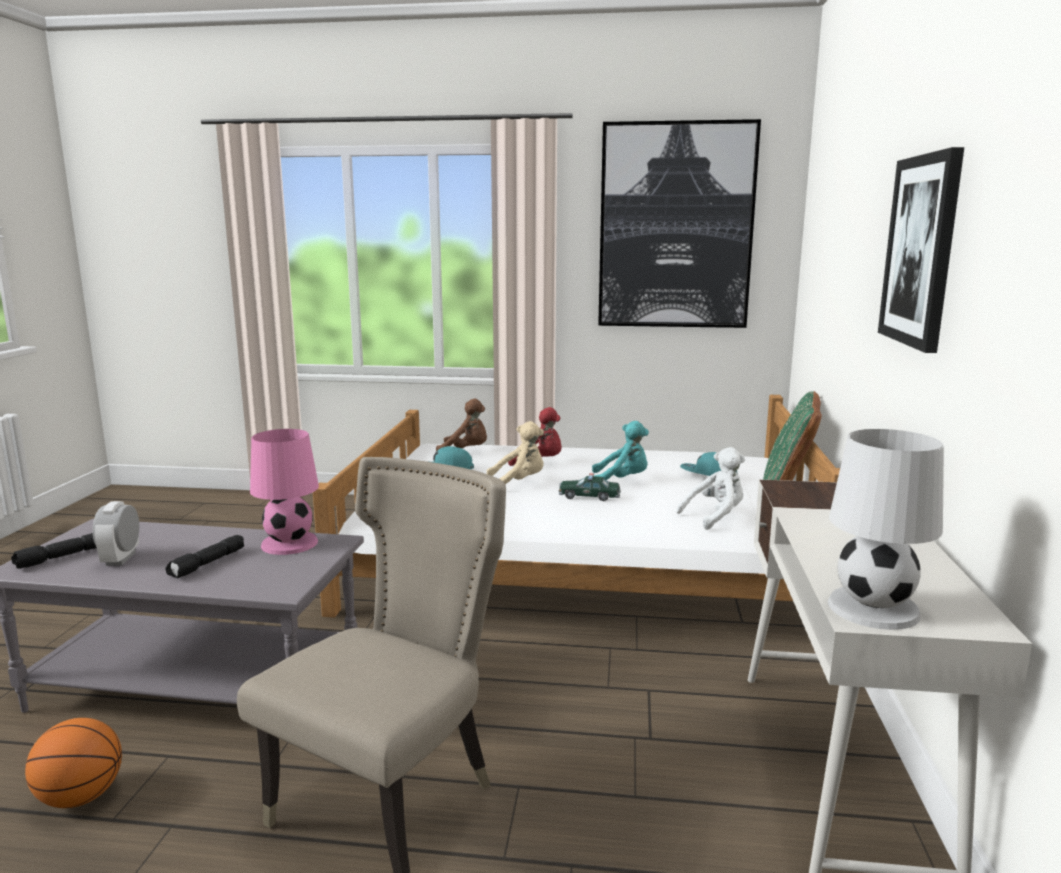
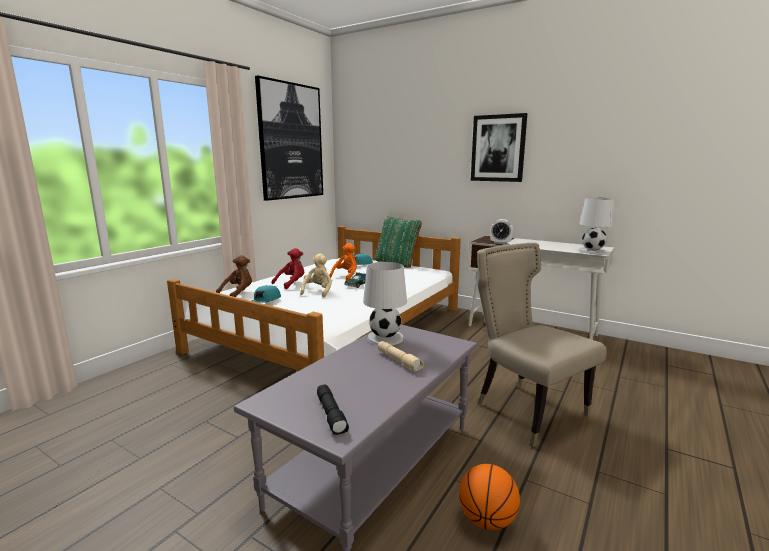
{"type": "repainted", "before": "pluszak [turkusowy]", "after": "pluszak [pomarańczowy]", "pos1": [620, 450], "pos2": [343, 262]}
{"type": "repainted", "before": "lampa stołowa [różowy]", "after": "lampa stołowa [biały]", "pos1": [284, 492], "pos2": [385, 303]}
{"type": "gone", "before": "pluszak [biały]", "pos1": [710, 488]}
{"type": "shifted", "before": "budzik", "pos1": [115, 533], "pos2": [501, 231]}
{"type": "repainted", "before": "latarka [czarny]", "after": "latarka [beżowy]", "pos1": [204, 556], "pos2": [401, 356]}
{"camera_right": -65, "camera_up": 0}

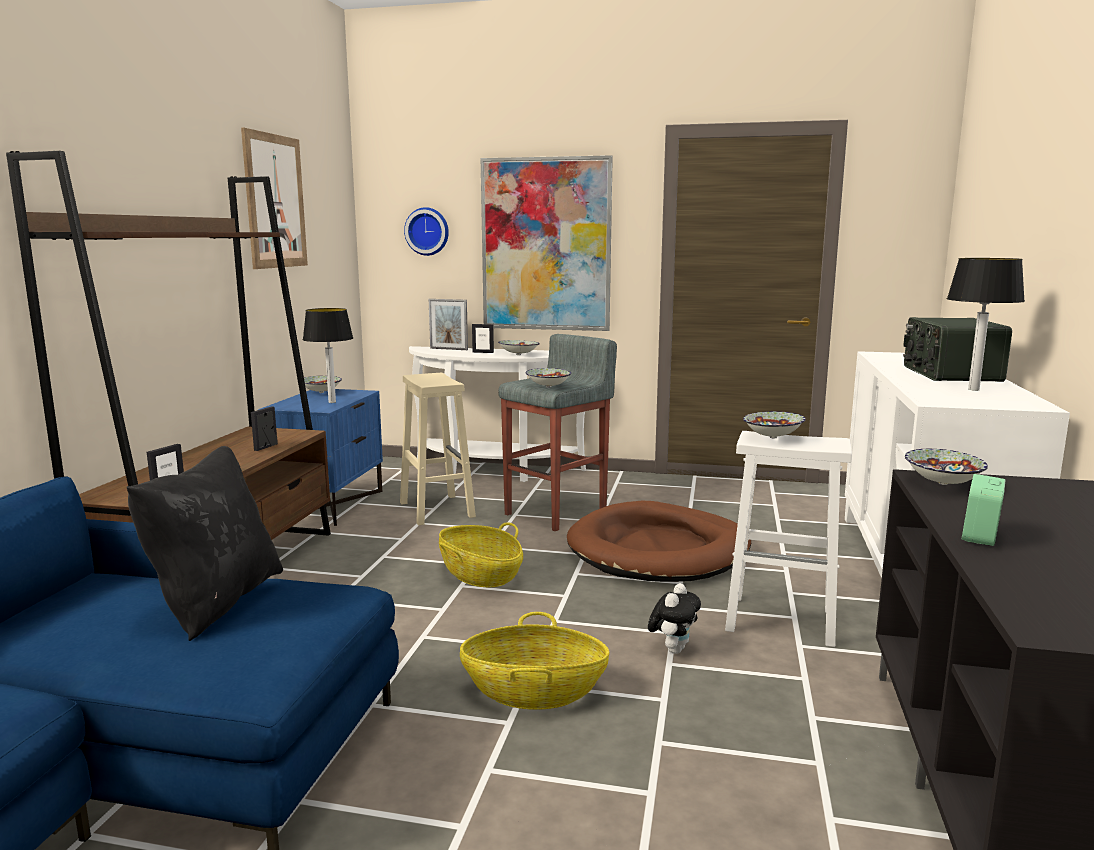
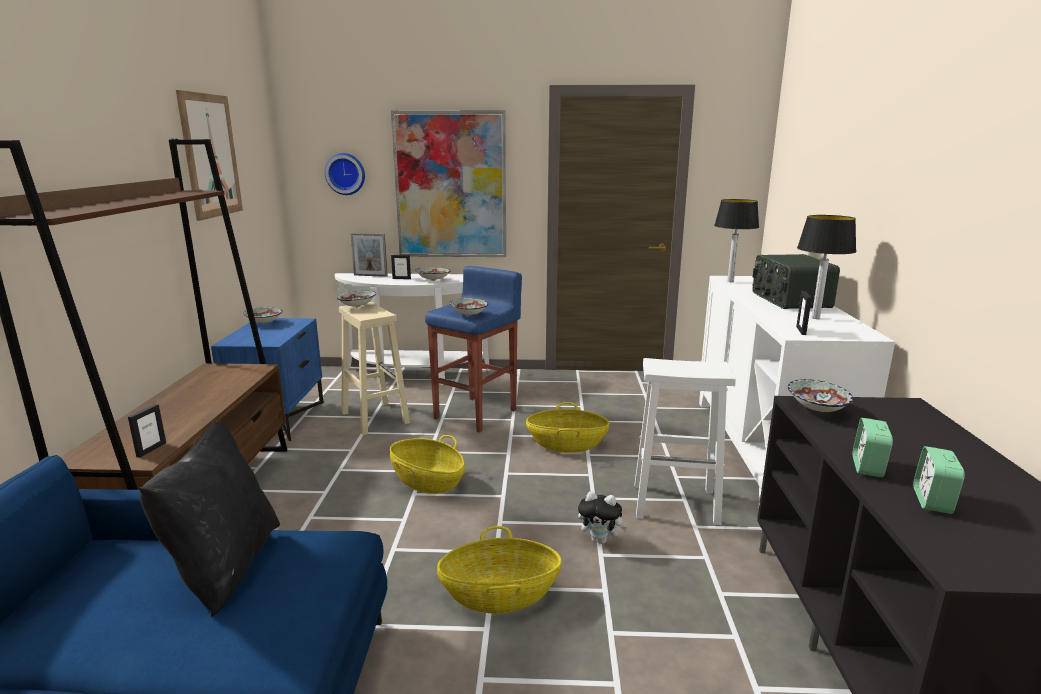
{"type": "shifted", "before": "lampa stołowa", "pos1": [328, 355], "pos2": [736, 240]}
{"type": "repainted", "before": "stołek [szary]", "after": "stołek [niebieski]", "pos1": [557, 432], "pos2": [473, 349]}
{"type": "shifted", "before": "ramka na zdjęcie", "pos1": [264, 428], "pos2": [804, 313]}
{"type": "shifted", "before": "miska", "pos1": [774, 424], "pos2": [356, 299]}
{"type": "swapped", "before": "legowisko [brązowy]", "after": "koszyk", "pos1": [659, 541], "pos2": [567, 427]}
{"type": "rotated", "before": "pluszak", "pos1": [674, 618], "pos2": [603, 517], "turn": 90}
{"type": "new", "after": "budzik", "pos2": [939, 480]}
{"camera_right": -10, "camera_up": 5}

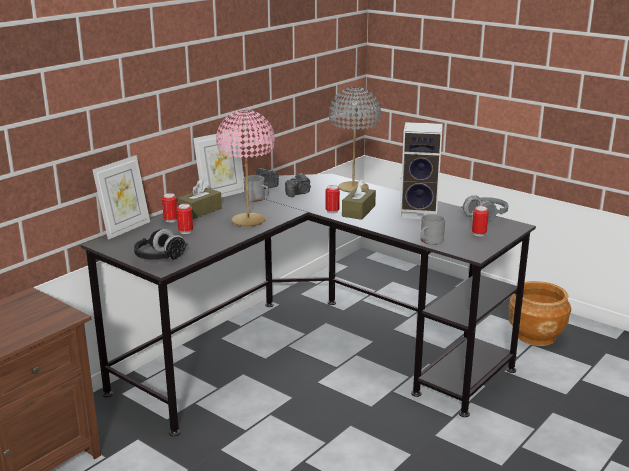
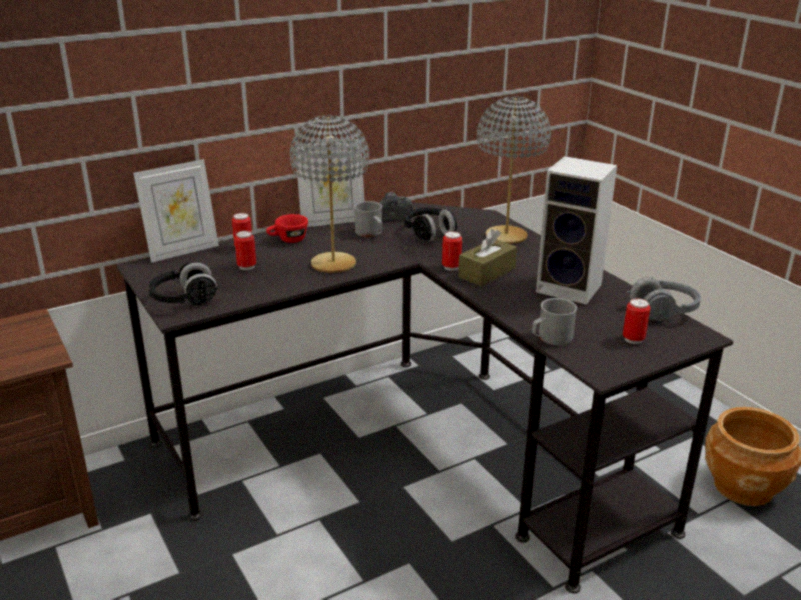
{"type": "repainted", "before": "lampa stołowa [różowy]", "after": "lampa stołowa [szary]", "pos1": [245, 168], "pos2": [329, 194]}
{"type": "swapped", "before": "aparat fotograficzny", "after": "słuchawki [czarny]", "pos1": [298, 185], "pos2": [430, 225]}
{"type": "swapped", "before": "pudełko chusteczek [brązowy]", "after": "filiżanka [czerwony]", "pos1": [199, 199], "pos2": [287, 228]}
{"camera_right": 20, "camera_up": 5}

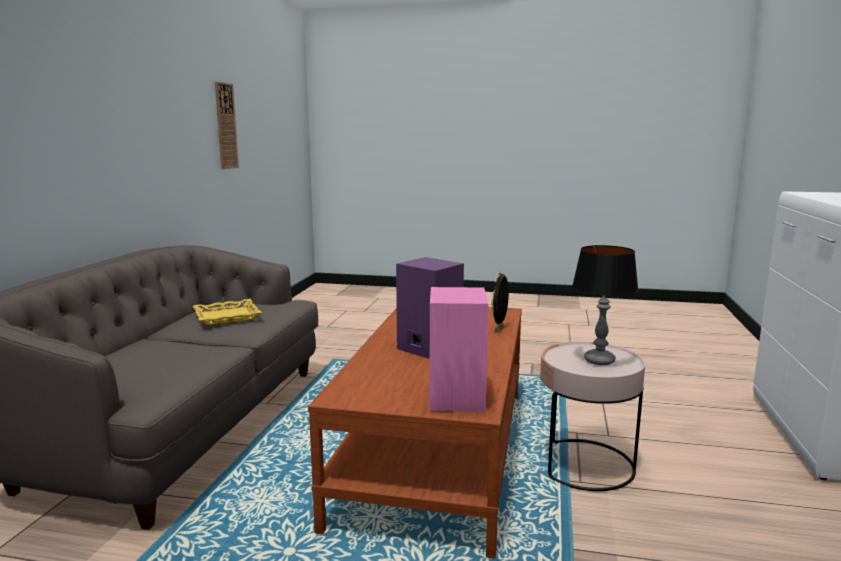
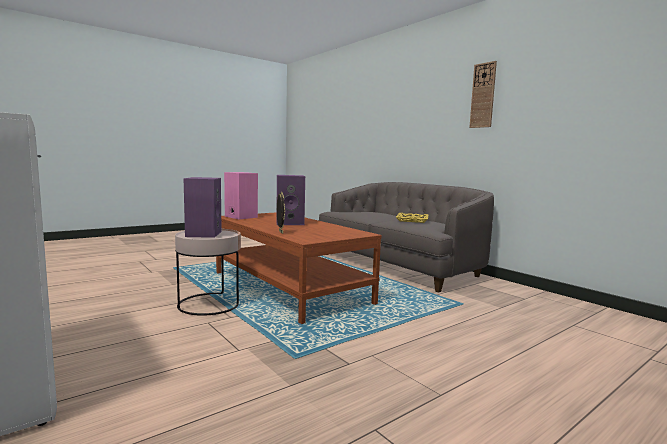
{"type": "shifted", "before": "zegar ścienny", "pos1": [227, 125], "pos2": [483, 94]}
{"type": "swapped", "before": "lampa stołowa", "after": "głośnik [fioletowy]", "pos1": [605, 305], "pos2": [202, 207]}
{"camera_right": 130, "camera_up": -5}

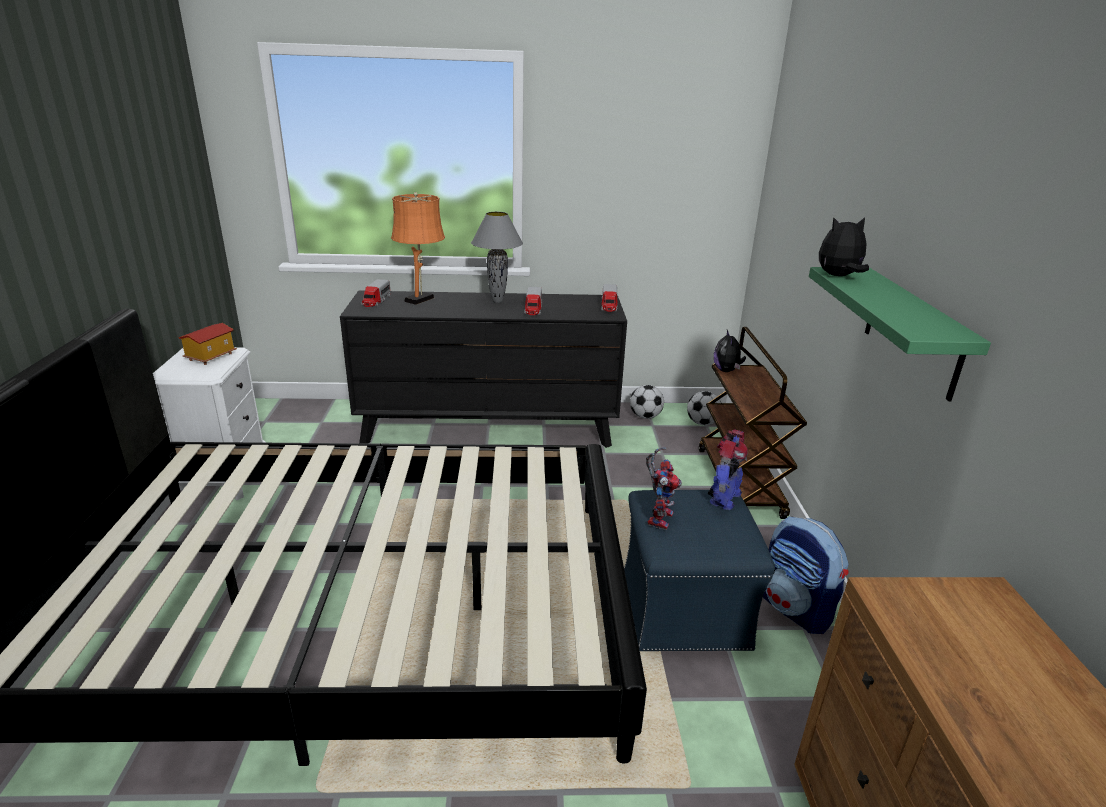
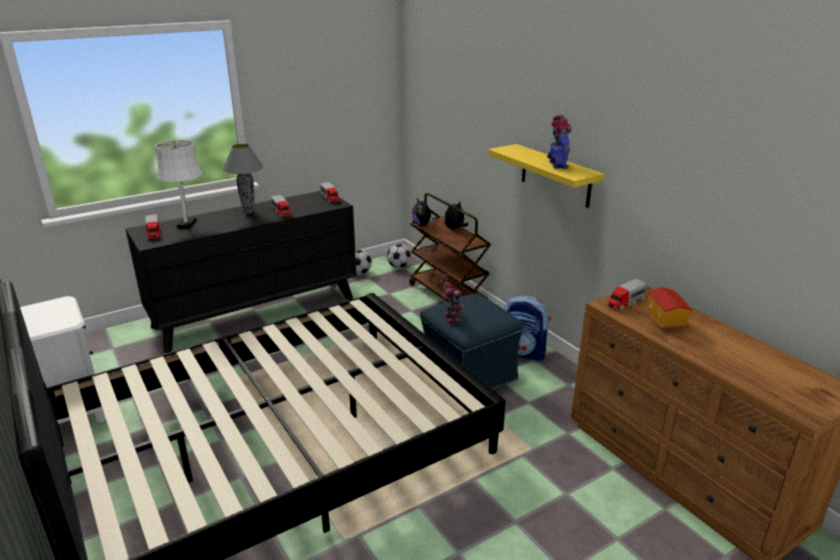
{"type": "repainted", "before": "lampa stołowa [pomarańczowy]", "after": "lampa stołowa [biały]", "pos1": [418, 248], "pos2": [178, 184]}
{"type": "shifted", "before": "pluszak", "pos1": [844, 246], "pos2": [456, 215]}
{"type": "repainted", "before": "półka [zielony]", "after": "półka [żółty]", "pos1": [900, 334], "pos2": [546, 176]}
{"type": "shifted", "before": "domek", "pos1": [207, 344], "pos2": [669, 309]}
{"type": "shifted", "before": "robot zabawkowy", "pos1": [728, 469], "pos2": [559, 142]}
{"type": "new", "after": "ciężarówka zabawkowa", "pos2": [627, 294]}
{"camera_right": -30, "camera_up": 0}

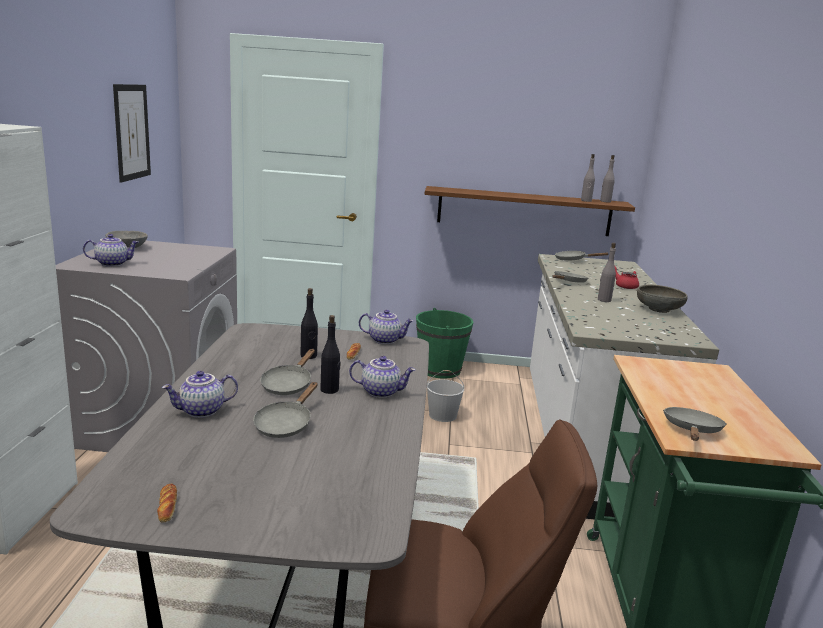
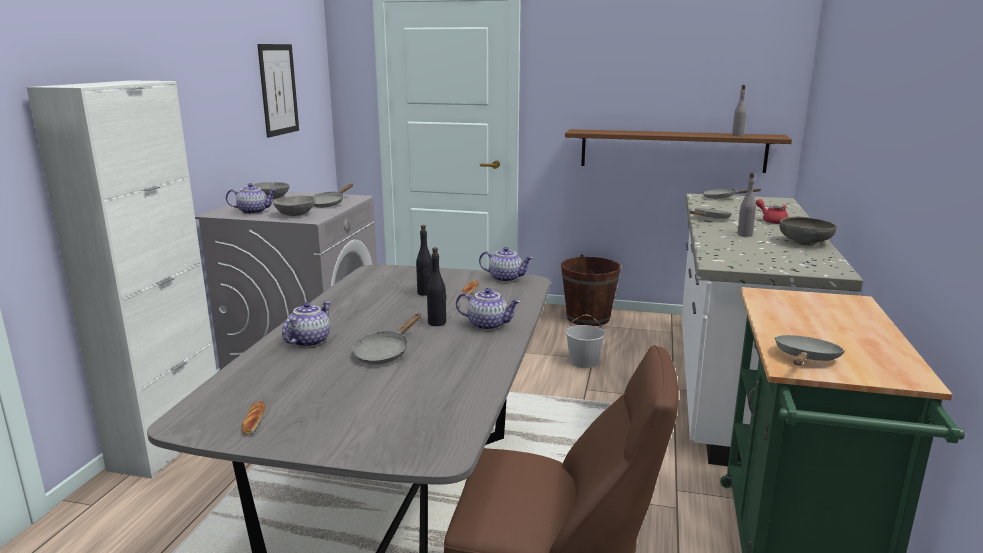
{"type": "gone", "before": "butelka [szary]", "pos1": [607, 178]}
{"type": "repainted", "before": "wiadro [zielony]", "after": "wiadro [brązowy]", "pos1": [445, 343], "pos2": [591, 290]}
{"type": "shifted", "before": "patelnia [szary]", "pos1": [287, 372], "pos2": [332, 196]}
{"type": "rotated", "before": "imbryk", "pos1": [200, 394], "pos2": [306, 324], "turn": 135}
{"type": "new", "after": "miska [szary]", "pos2": [294, 206]}
{"camera_right": 10, "camera_up": 0}

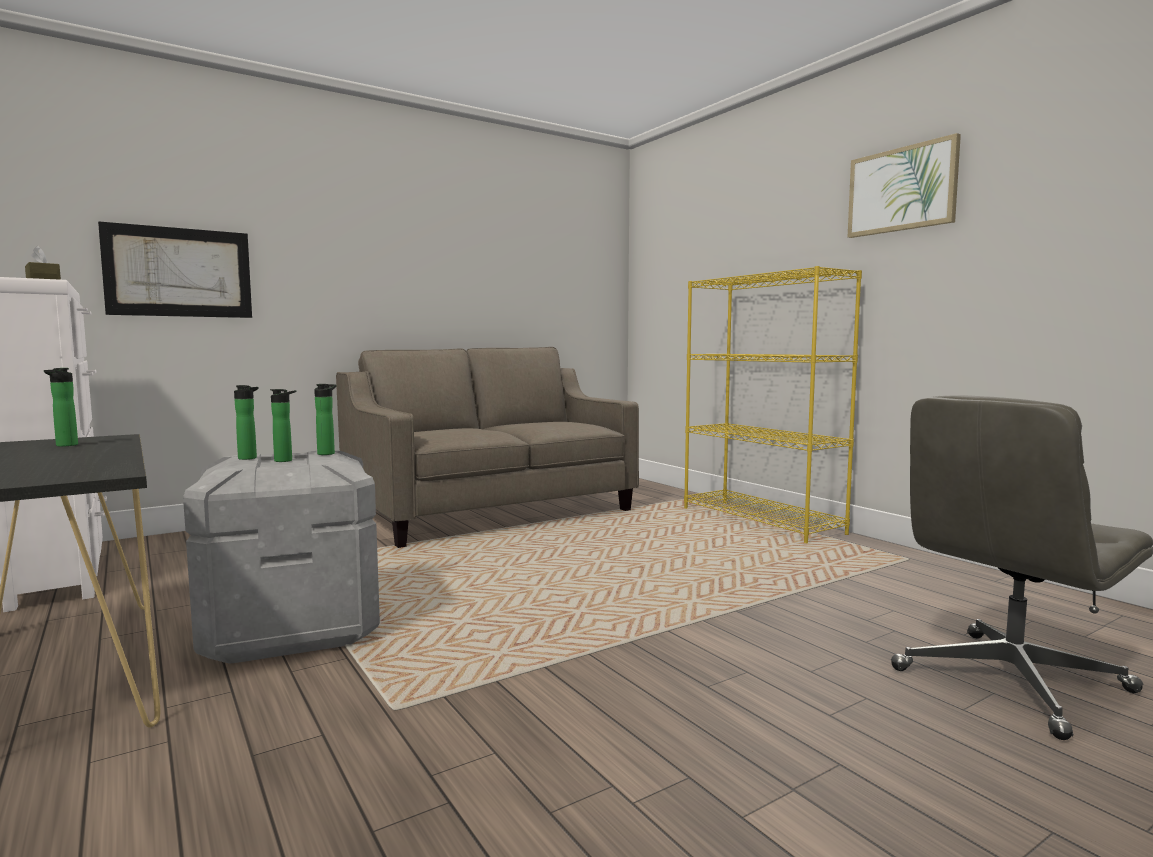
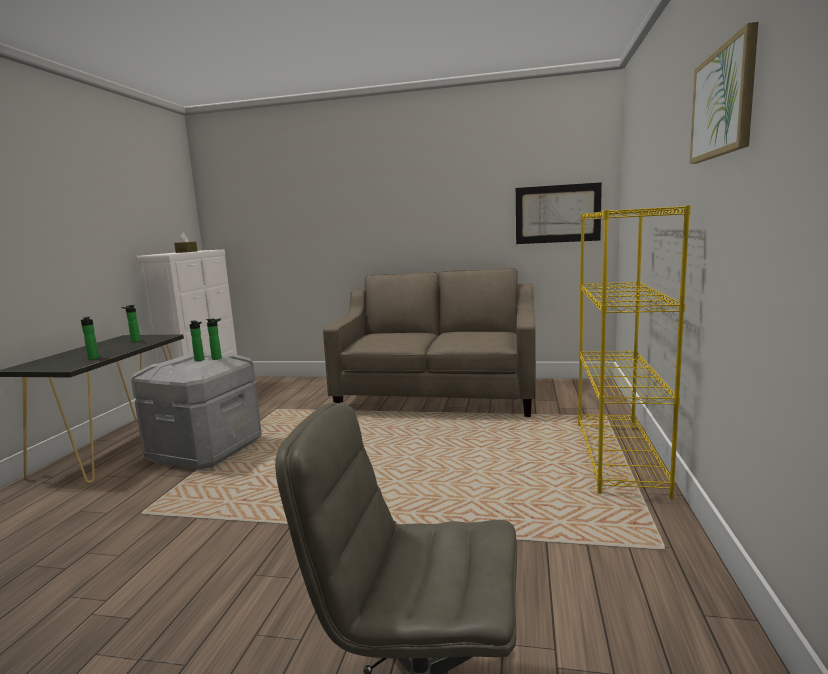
{"type": "shifted", "before": "obraz", "pos1": [175, 269], "pos2": [559, 213]}
{"type": "shifted", "before": "butelka", "pos1": [246, 422], "pos2": [90, 338]}
{"camera_right": 45, "camera_up": 5}

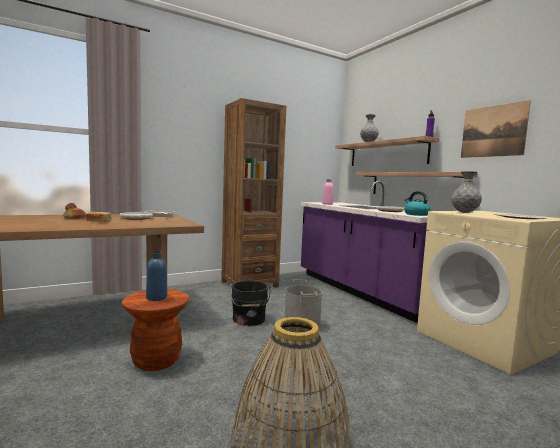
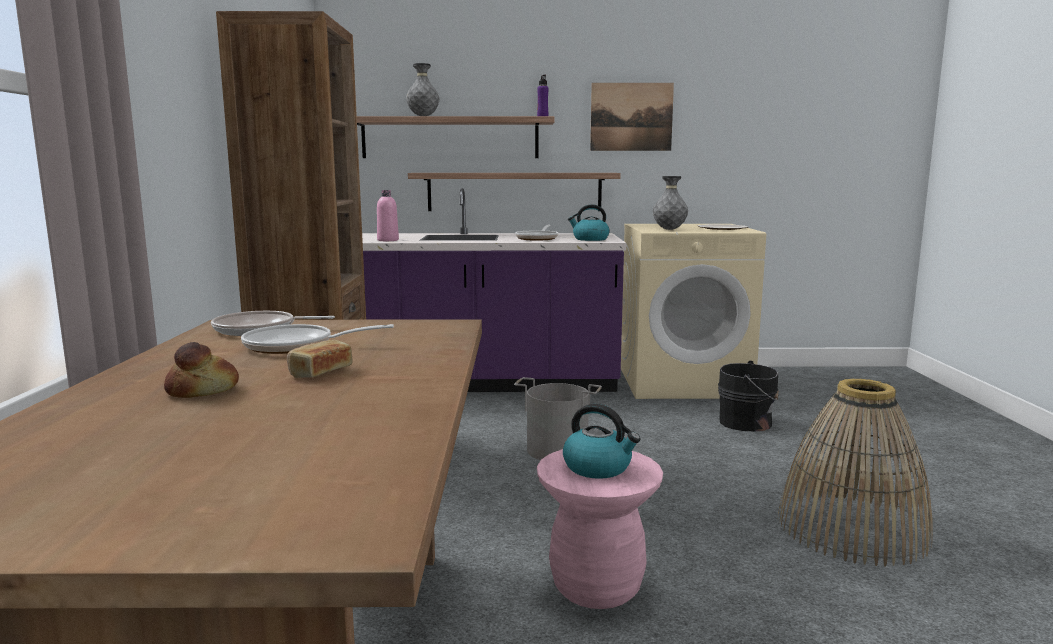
{"type": "swapped", "before": "butelka [niebieski]", "after": "czajnik", "pos1": [156, 276], "pos2": [602, 441]}
{"type": "shifted", "before": "wiadro [czarny]", "pos1": [250, 303], "pos2": [748, 396]}
{"type": "repainted", "before": "stołek [brązowy]", "after": "stołek [różowy]", "pos1": [155, 330], "pos2": [600, 529]}
{"camera_right": -60, "camera_up": 5}

